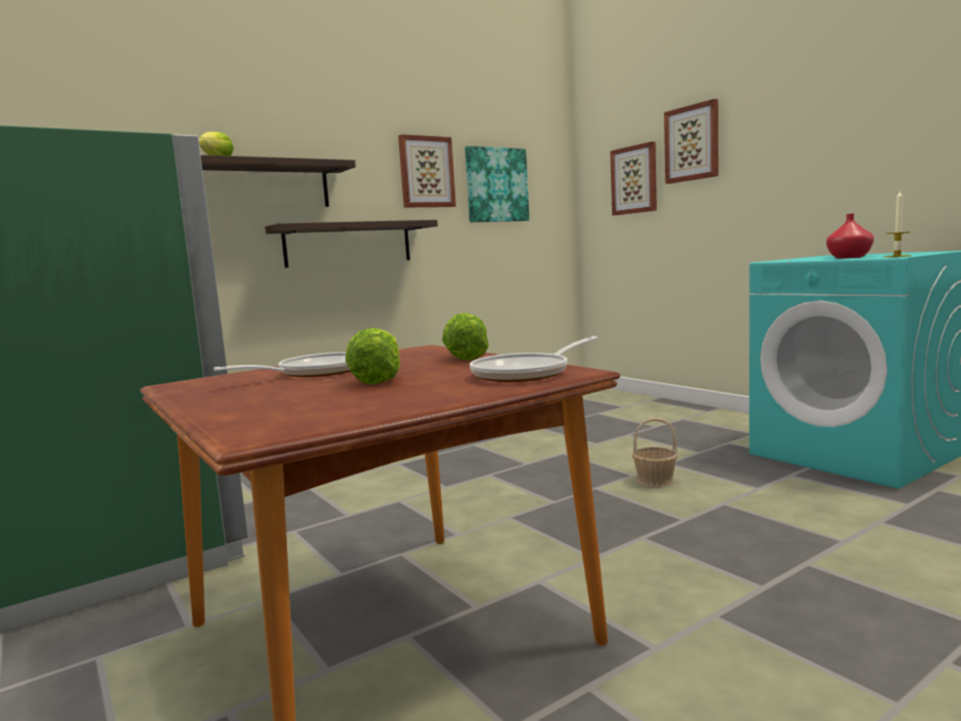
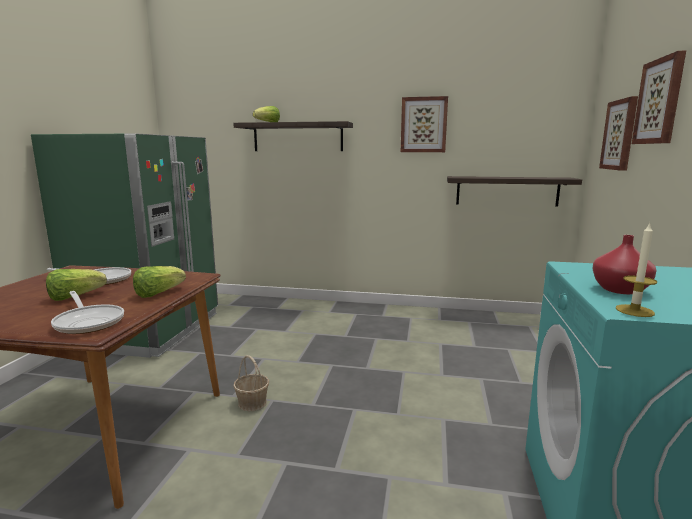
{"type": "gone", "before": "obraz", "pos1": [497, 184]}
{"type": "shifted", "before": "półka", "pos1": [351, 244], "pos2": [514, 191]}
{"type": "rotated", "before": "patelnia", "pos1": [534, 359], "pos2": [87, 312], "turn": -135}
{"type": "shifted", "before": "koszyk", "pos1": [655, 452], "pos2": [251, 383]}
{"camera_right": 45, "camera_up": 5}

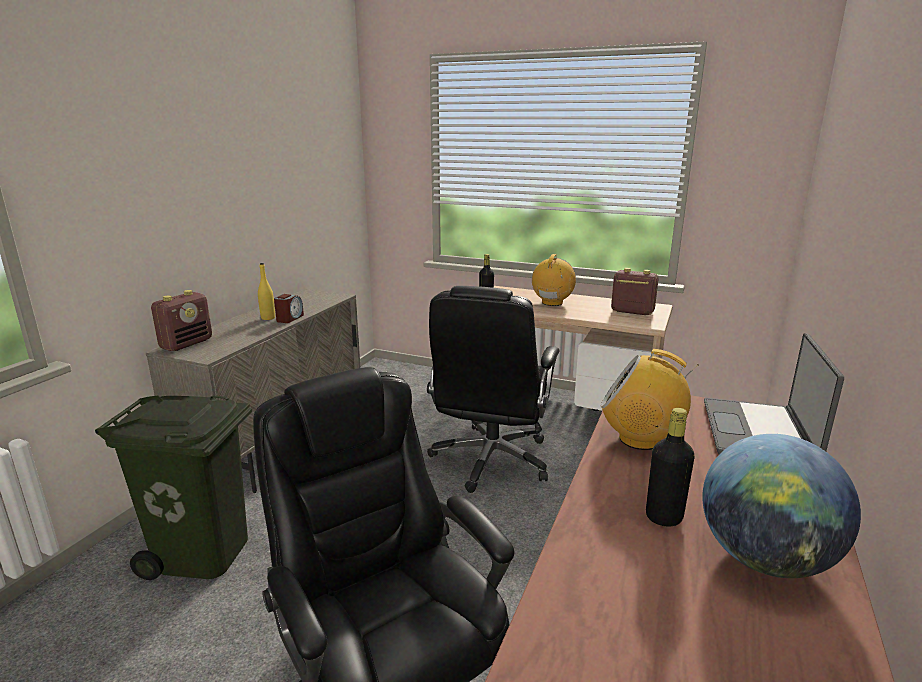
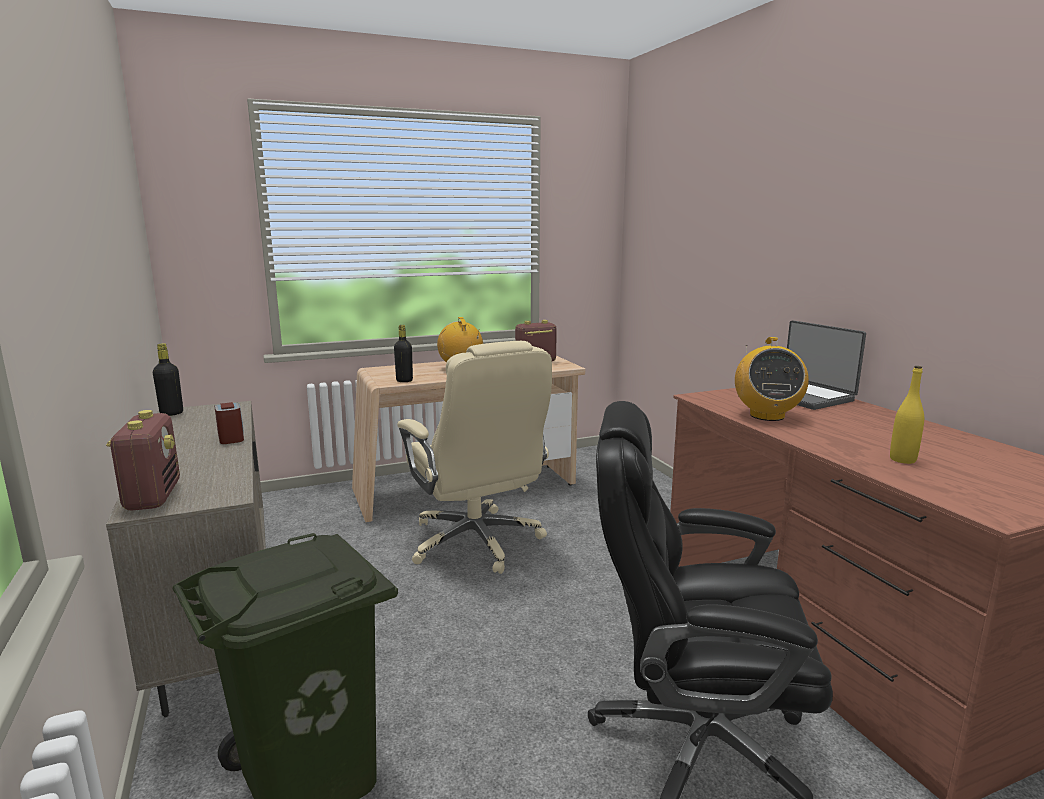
{"type": "shifted", "before": "butelka [żółty]", "pos1": [266, 291], "pos2": [907, 415]}
{"type": "repainted", "before": "krzesło biurowe [czarny]", "after": "krzesło biurowe [beżowy]", "pos1": [493, 389], "pos2": [474, 457]}
{"type": "rotated", "before": "radio", "pos1": [650, 399], "pos2": [772, 379], "turn": -60}
{"type": "shifted", "before": "butelka [czarny]", "pos1": [670, 467], "pos2": [168, 379]}
{"type": "gone", "before": "globus", "pos1": [781, 506]}
{"camera_right": -45, "camera_up": -5}

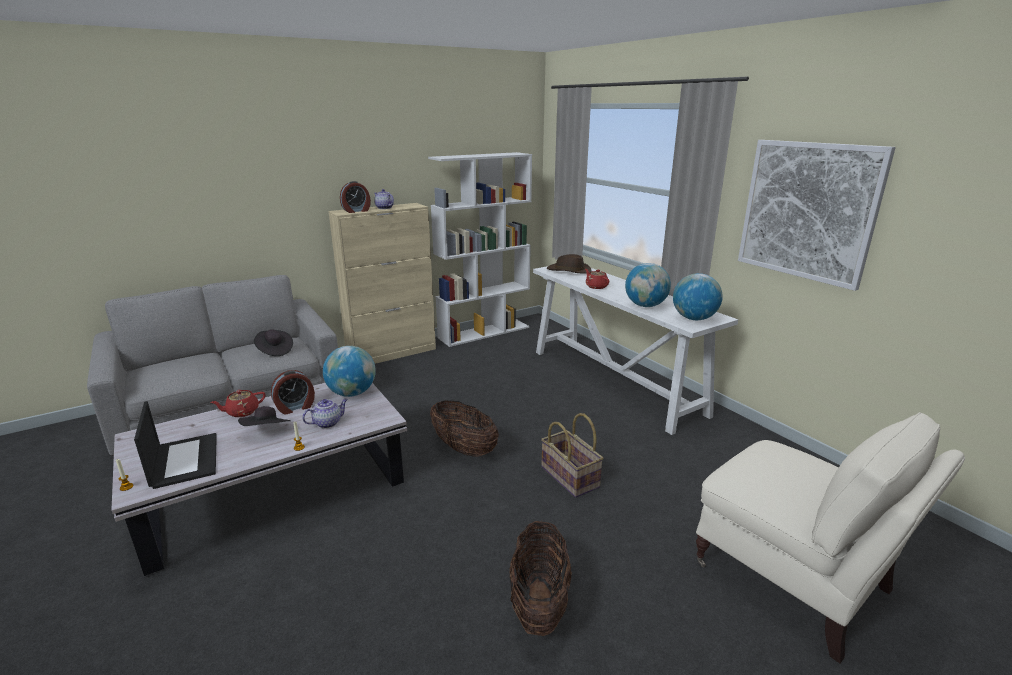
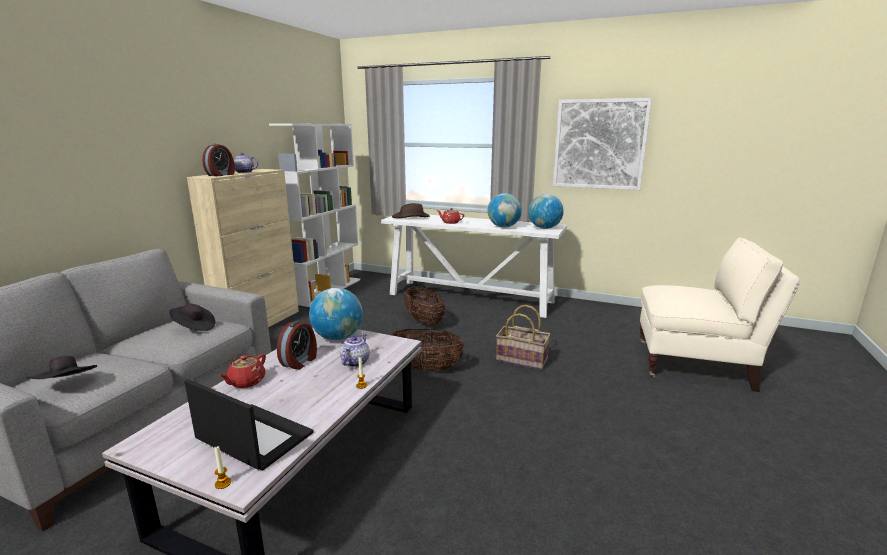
{"type": "shifted", "before": "kapelusz [czarny]", "pos1": [264, 416], "pos2": [61, 367]}
{"type": "shifted", "before": "koszyk", "pos1": [540, 578], "pos2": [424, 305]}
{"camera_right": -35, "camera_up": -5}

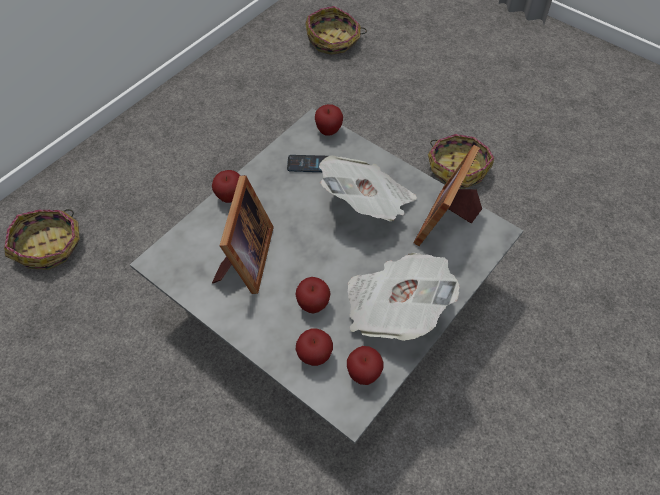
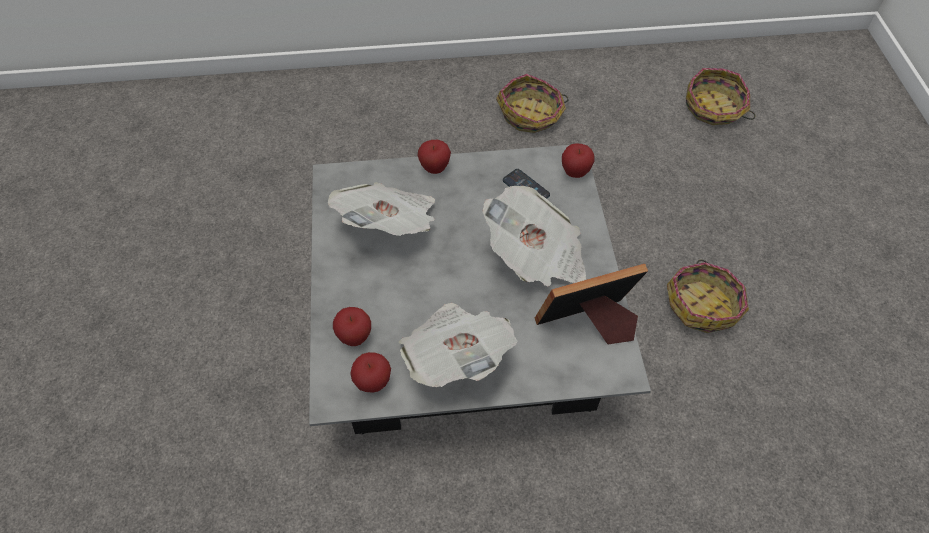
{"type": "swapped", "before": "ramka na zdjęcie", "after": "gazeta", "pos1": [243, 234], "pos2": [381, 209]}
{"type": "shifted", "before": "koszyk", "pos1": [42, 239], "pos2": [532, 103]}
{"type": "gone", "before": "jabłko", "pos1": [313, 295]}
{"camera_right": 45, "camera_up": 0}

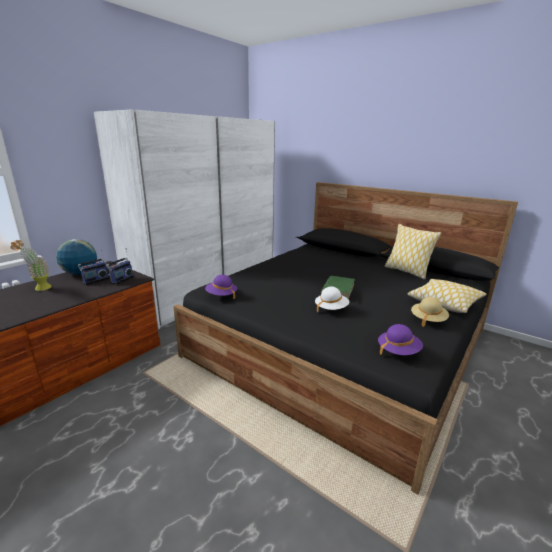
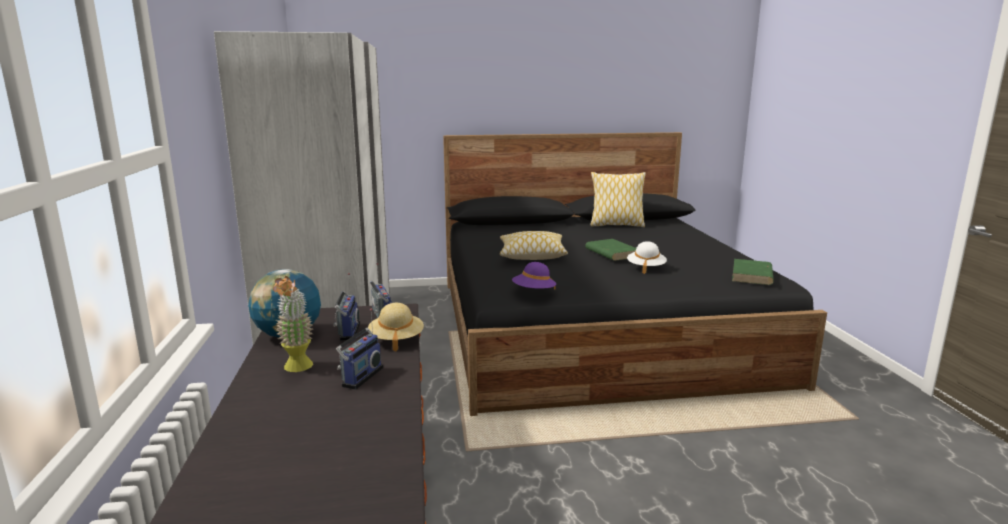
{"type": "shifted", "before": "poduszka", "pos1": [447, 296], "pos2": [534, 245]}
{"type": "shifted", "before": "kapelusz [beżowy]", "pos1": [430, 312], "pos2": [396, 327]}
{"type": "swapped", "before": "kapelusz [fioletowy]", "after": "książka [zielony]", "pos1": [400, 339], "pos2": [753, 272]}
{"type": "new", "after": "radio", "pos2": [359, 349]}
{"camera_right": -45, "camera_up": -5}

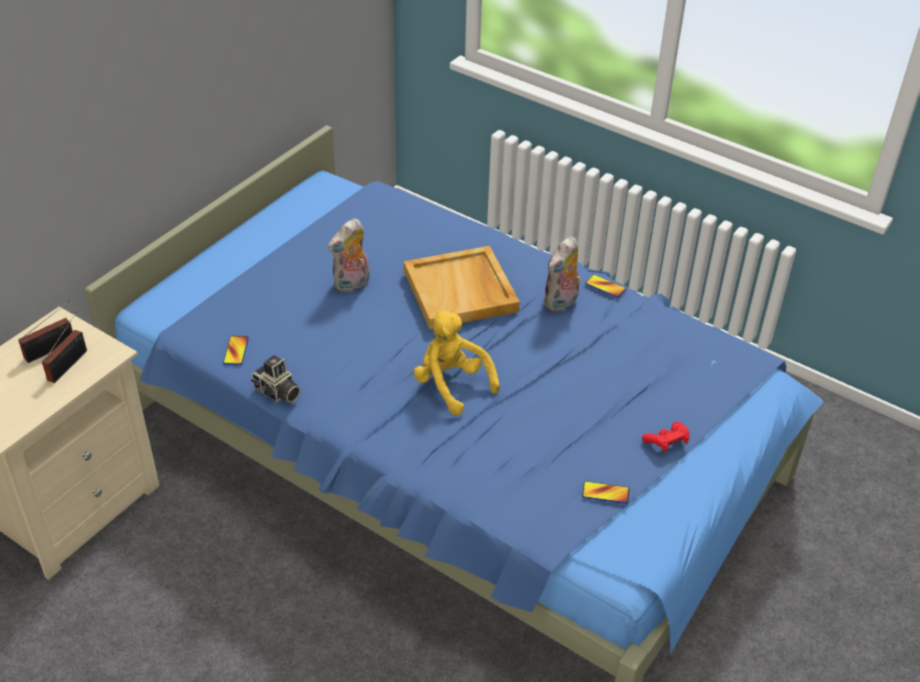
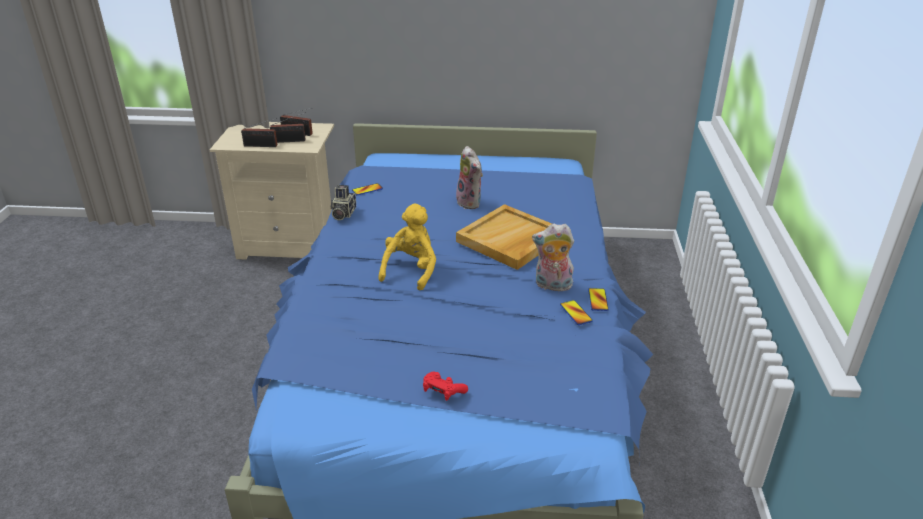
{"type": "rotated", "before": "pluszak", "pos1": [349, 255], "pos2": [469, 177], "turn": -135}
{"type": "shifted", "before": "telefon", "pos1": [606, 492], "pos2": [576, 312]}
{"type": "new", "after": "radio", "pos2": [259, 132]}
{"camera_right": 60, "camera_up": -10}

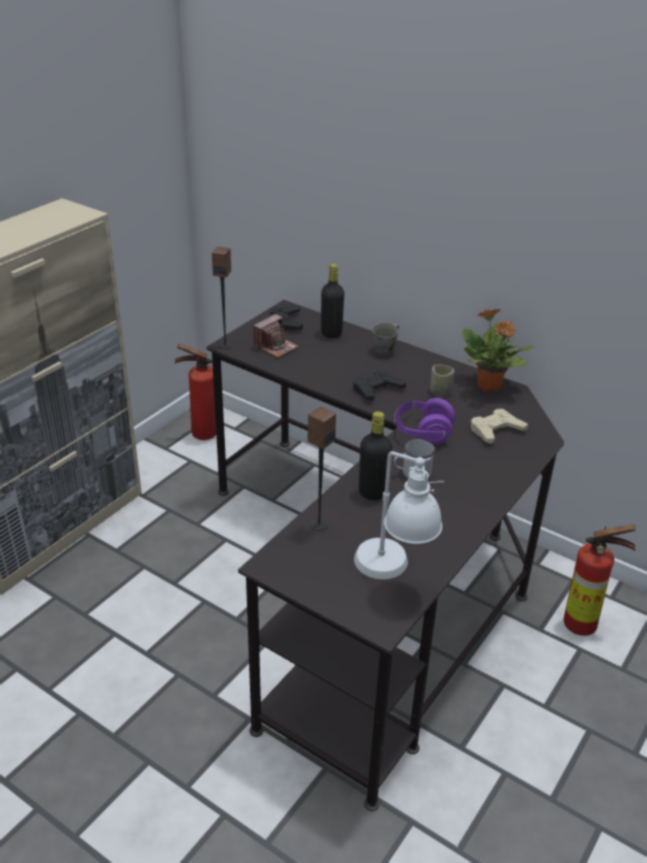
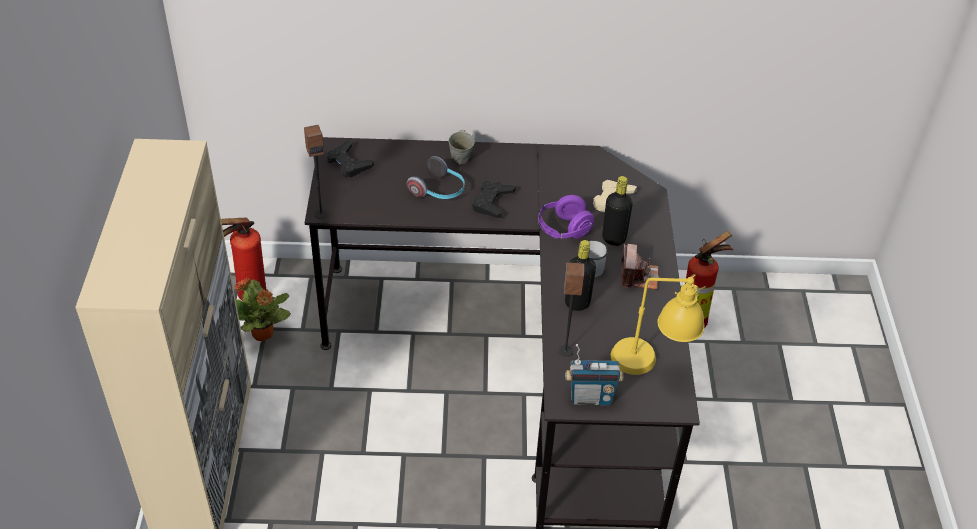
{"type": "shifted", "before": "butelka [czarny]", "pos1": [332, 301], "pos2": [617, 211]}
{"type": "shifted", "before": "roślina doniczkowa", "pos1": [498, 349], "pos2": [262, 309]}
{"type": "shifted", "before": "aparat fotograficzny", "pos1": [275, 335], "pos2": [640, 267]}
{"type": "gone", "before": "filiżanka", "pos1": [442, 380]}
{"type": "repainted", "before": "lampa stołowa [biały]", "after": "lampa stołowa [żółty]", "pos1": [399, 515], "pos2": [658, 324]}
{"type": "new", "after": "słuchawki", "pos2": [435, 177]}
{"type": "new", "after": "radio", "pos2": [594, 374]}
{"camera_right": -35, "camera_up": 10}

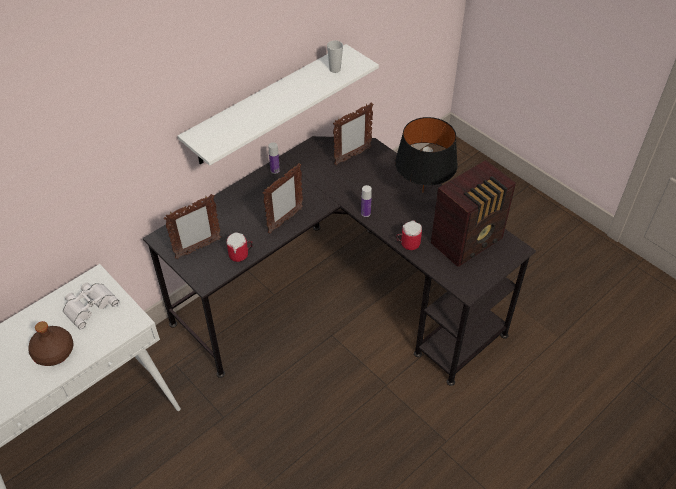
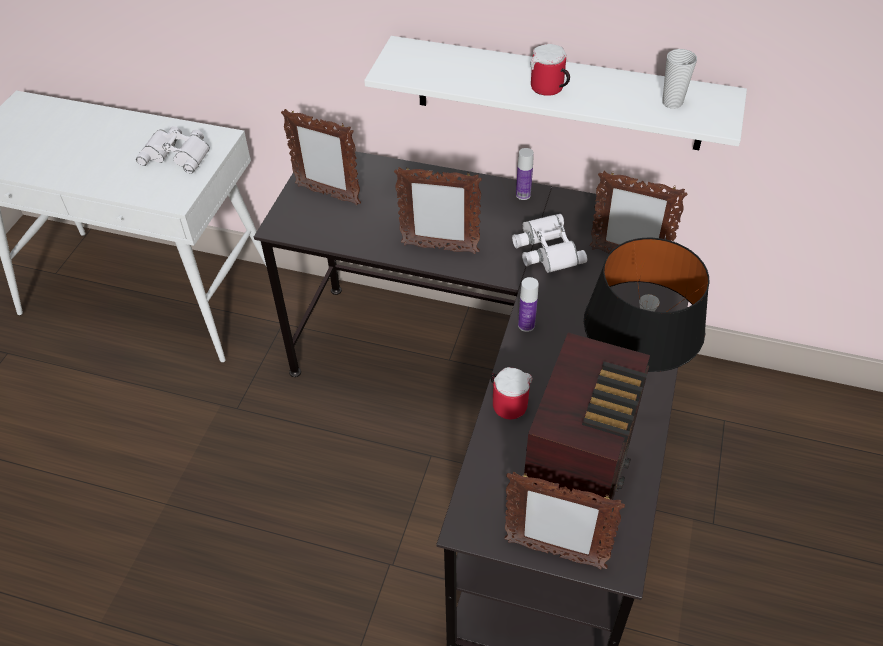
{"type": "rotated", "before": "radio", "pos1": [473, 213], "pos2": [587, 430], "turn": -90}
{"type": "shifted", "before": "kubek", "pos1": [239, 247], "pos2": [550, 70]}
{"type": "gone", "before": "butelka [brązowy]", "pos1": [50, 343]}
{"type": "new", "after": "lornetka [biały]", "pos2": [549, 243]}
{"type": "new", "after": "ramka na zdjęcie", "pos2": [564, 521]}
{"camera_right": 60, "camera_up": 0}

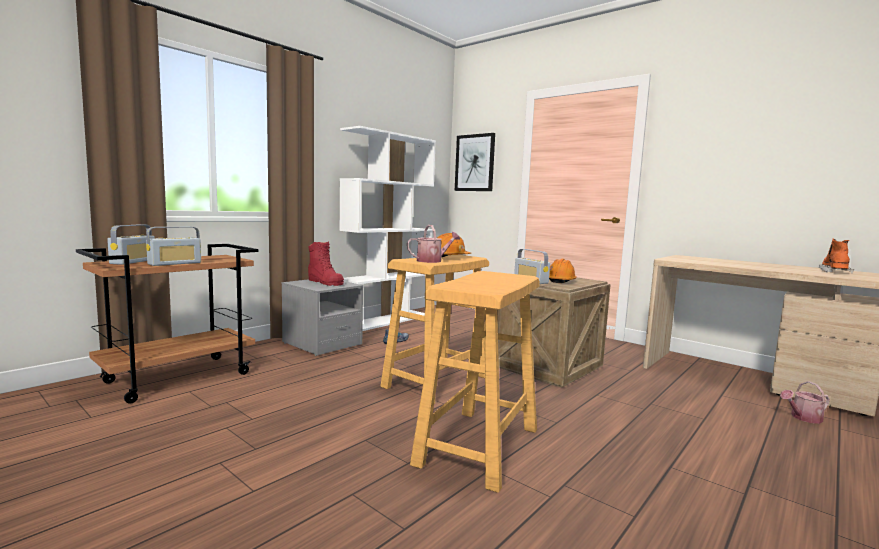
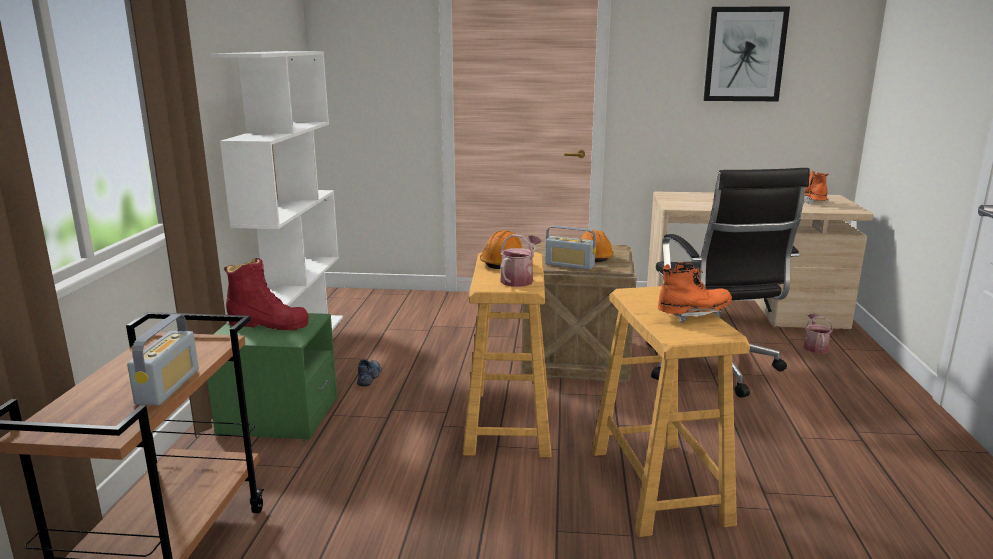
{"type": "shifted", "before": "obraz", "pos1": [475, 162], "pos2": [747, 53]}
{"type": "gone", "before": "radio", "pos1": [131, 244]}
{"type": "repainted", "before": "szafka nocna [szary]", "after": "szafka nocna [zielony]", "pos1": [322, 317], "pos2": [272, 377]}
{"type": "rotated", "before": "konewka", "pos1": [805, 402], "pos2": [818, 334], "turn": 150}
{"type": "new", "after": "krzesło biurowe [czarny]", "pos2": [728, 283]}
{"type": "new", "after": "but z cholewką [pomarańczowy]", "pos2": [695, 292]}
{"camera_right": -35, "camera_up": 10}

